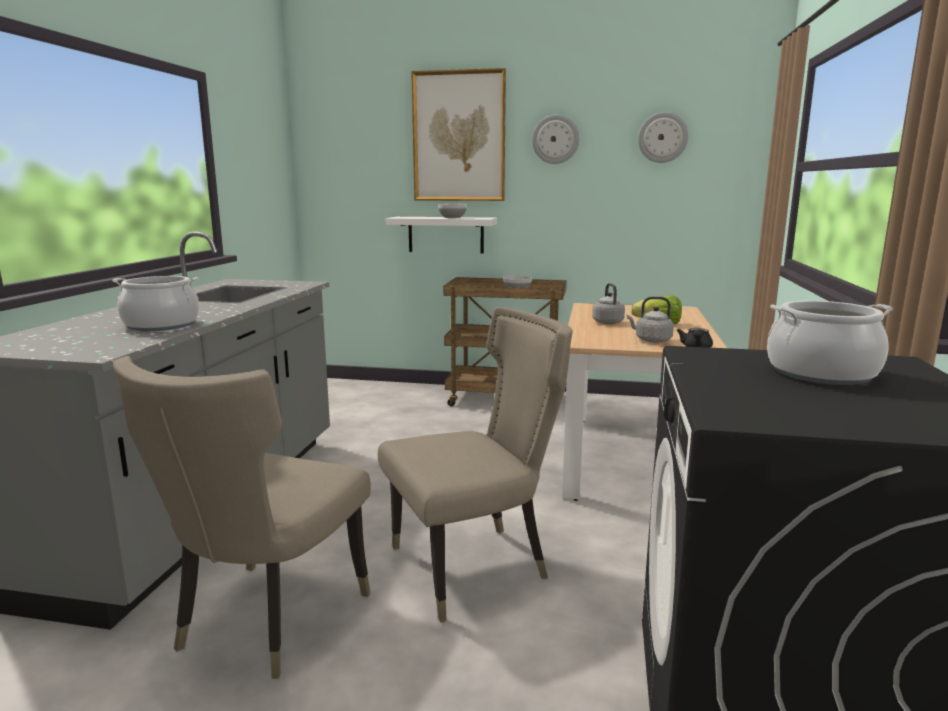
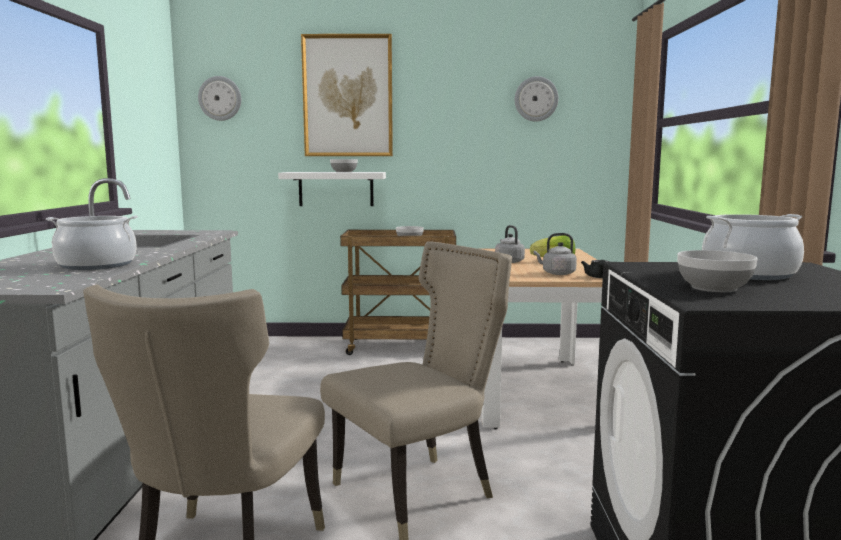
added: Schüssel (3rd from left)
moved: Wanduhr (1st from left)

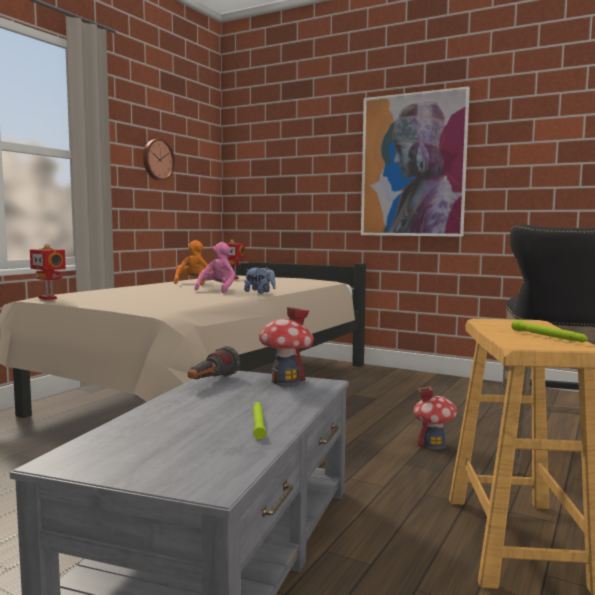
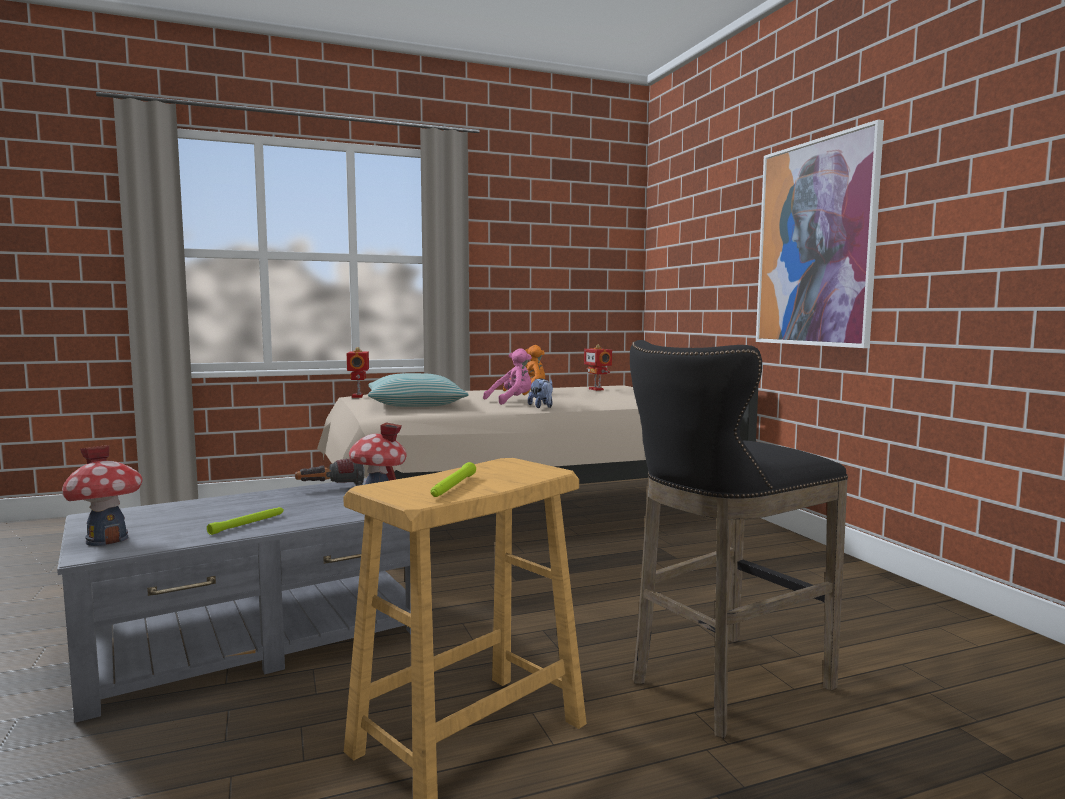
removed: Wanduhr
added: Kissen
moved: Spielzeughaus (2nd from left in the first image) to Spielzeughaus (1st from left)

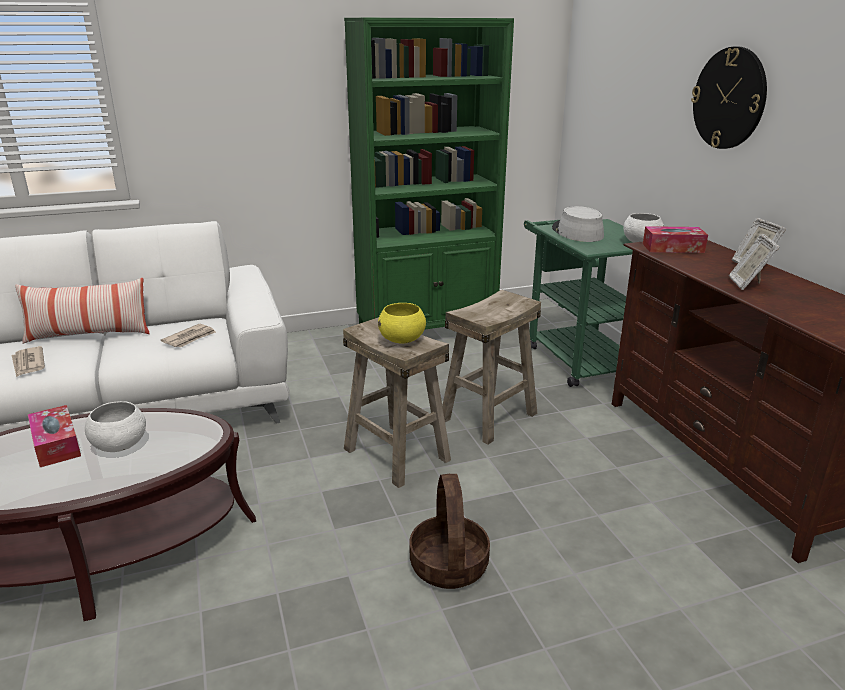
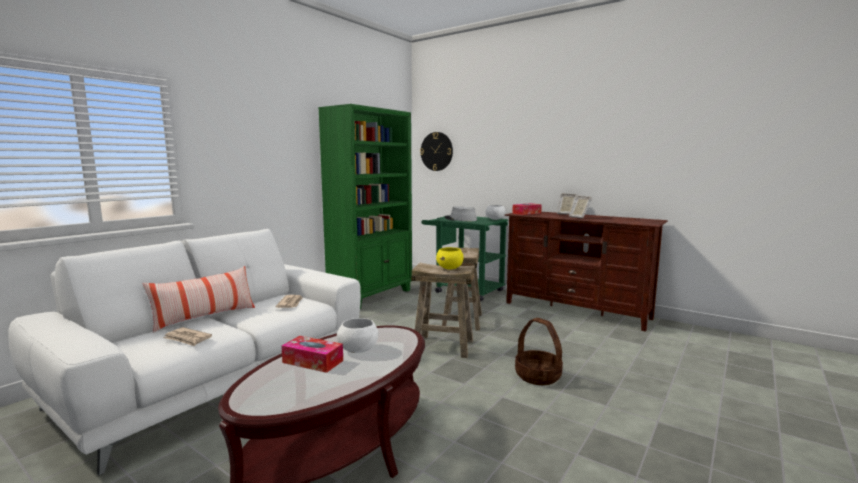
moved: Wanduhr

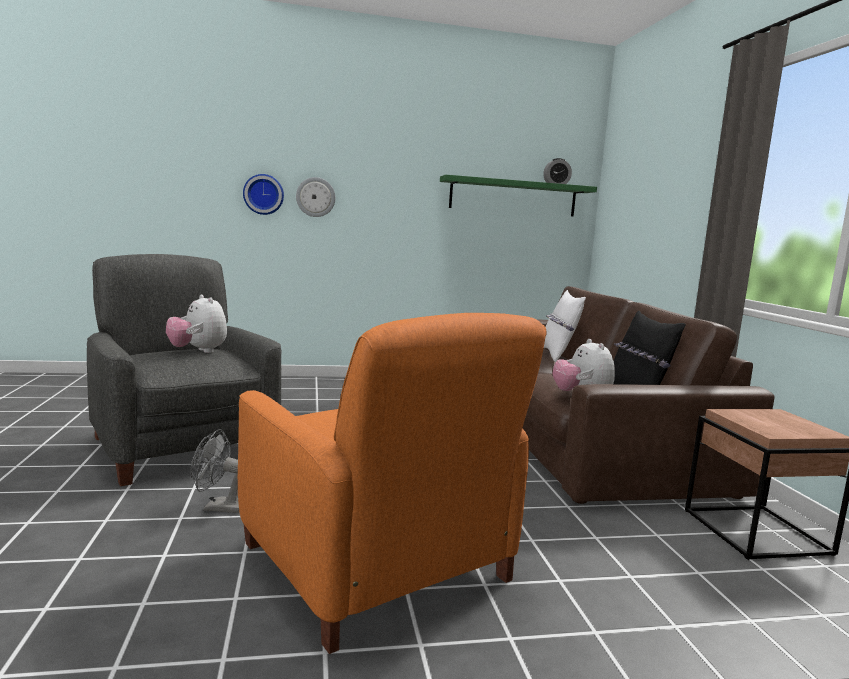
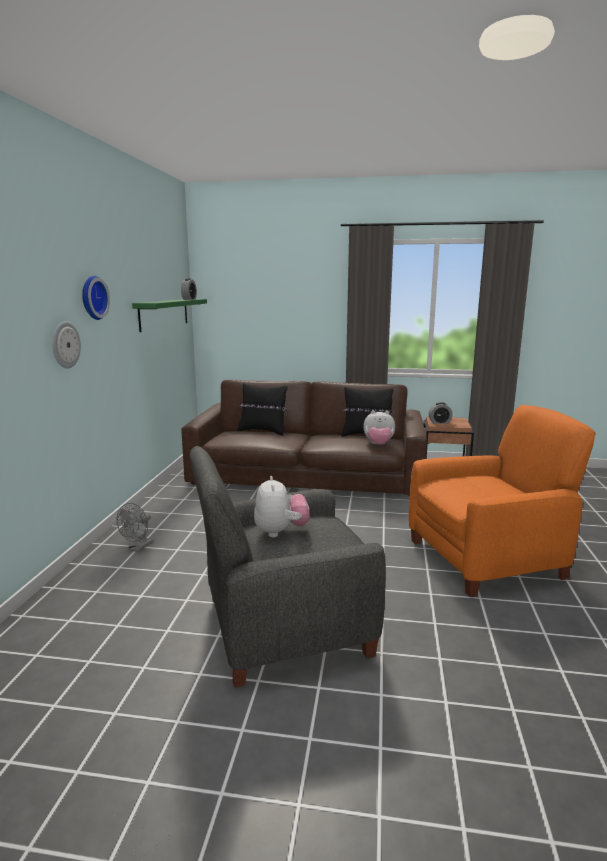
added: Wecker (2nd from left)
moved: Ventilator/grau; Wanduhr (1st from left in the first image) to Wanduhr (2nd from left)
recoloured: Kissen/weiß to Kissen/schwarz (1st from left)
turned: Plüschtier (1st from left) 75 degrees counterclockwise

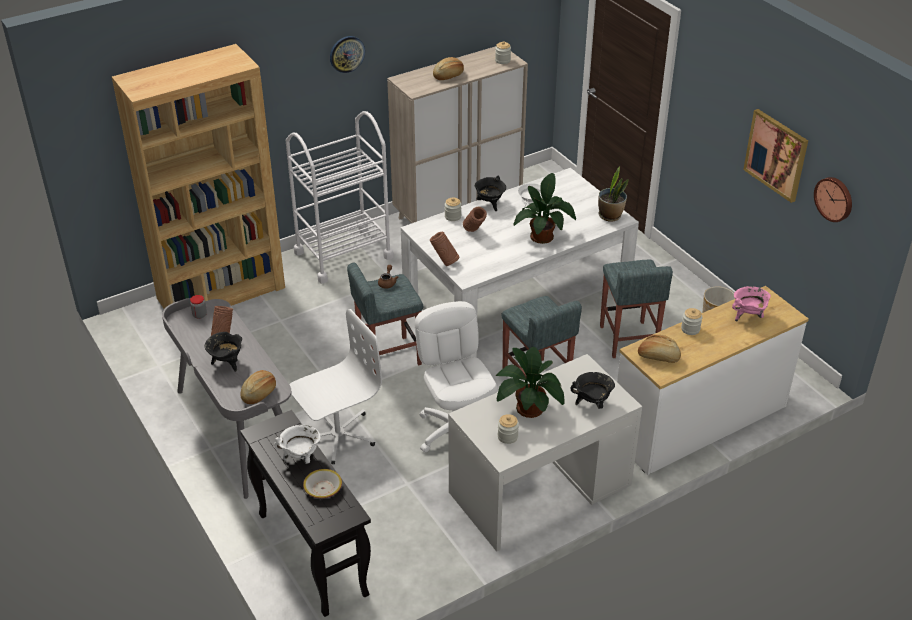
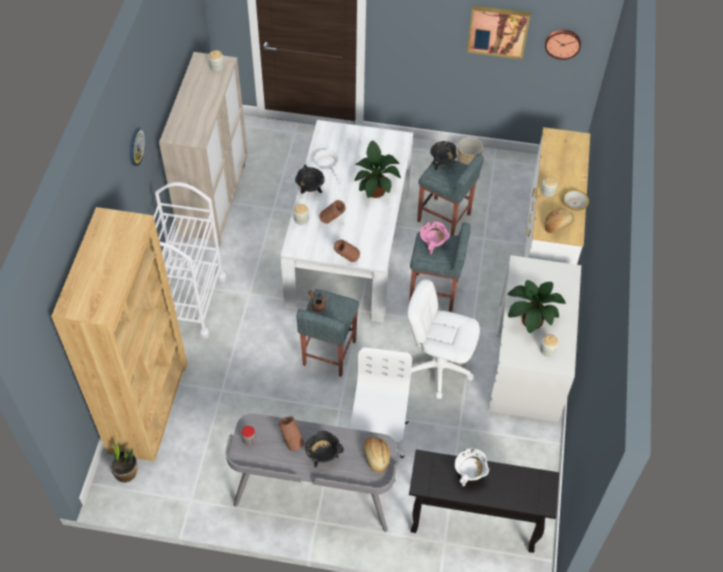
removed: Brot (2nd from left)
moved: Schüssel; Kochtopf/schwarz (3rd from left); Topfpflanze (3rd from left in the first image) to Topfpflanze (1st from left); Kochtopf/rosa

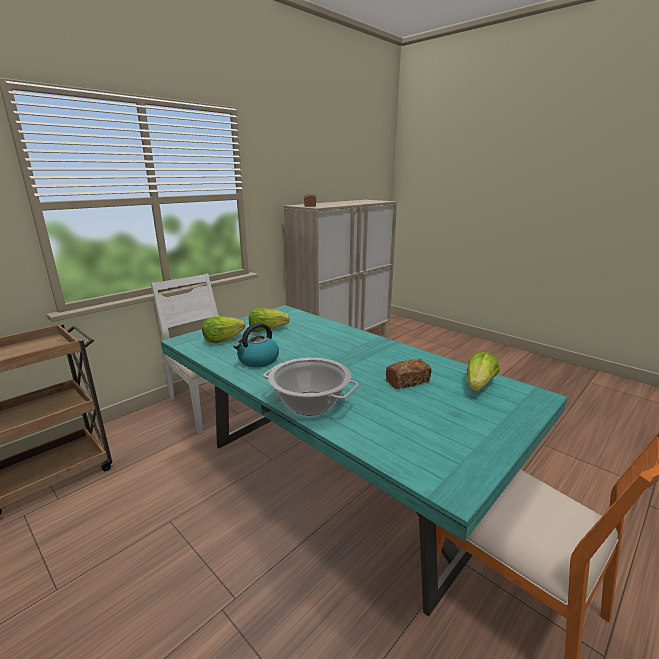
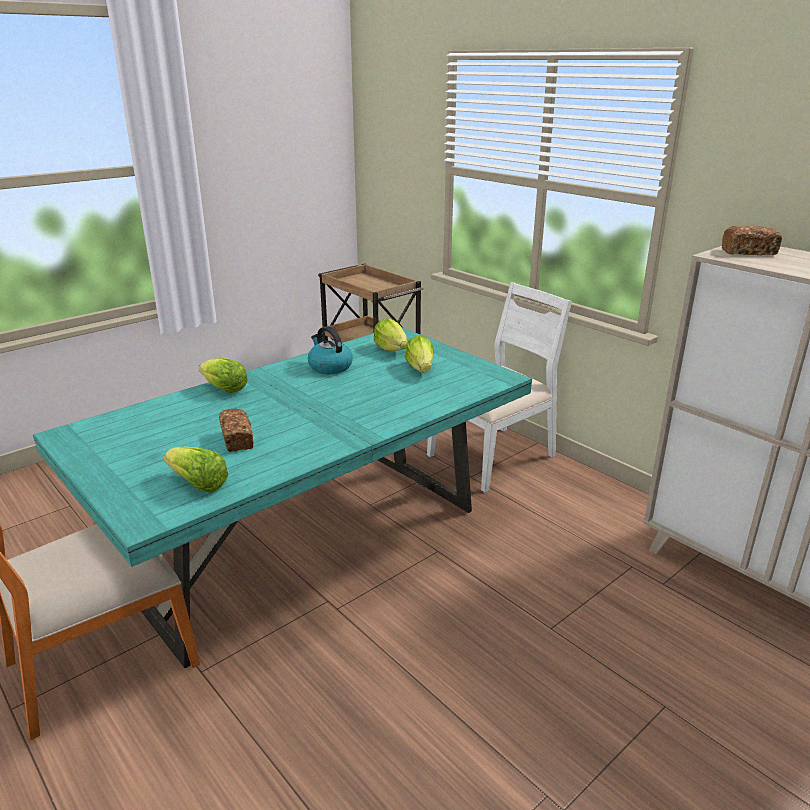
replaced: Kochtopf to Salatkopf (2nd from left)

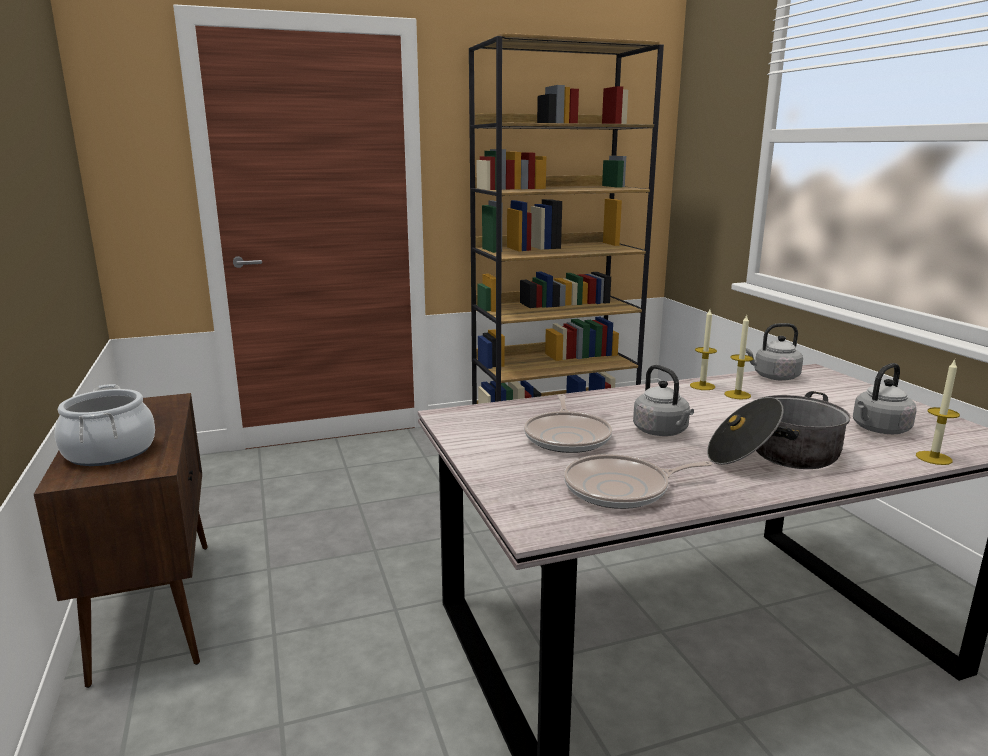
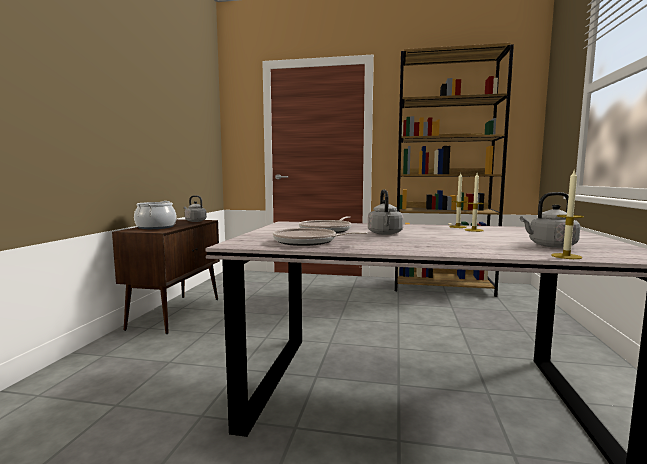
removed: Kochtopf (2nd from left)
moved: Wasserkessel/grau (2nd from left in the first image) to Wasserkessel/grau (1st from left)

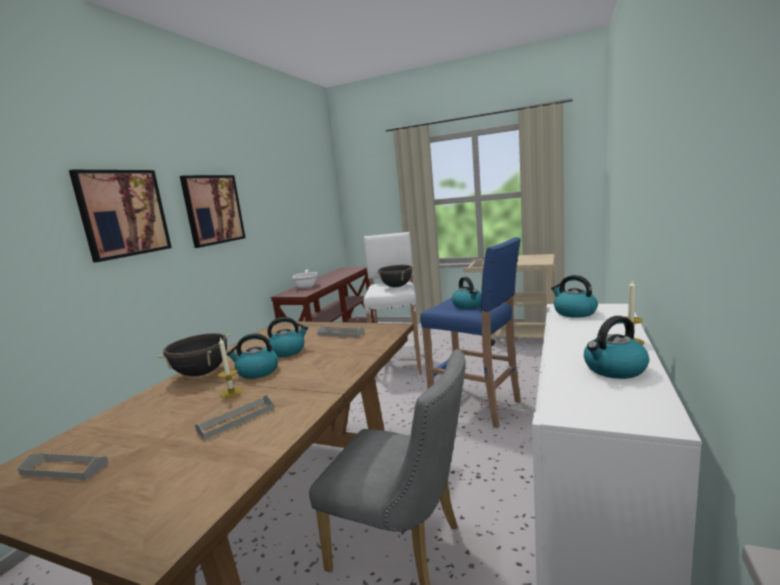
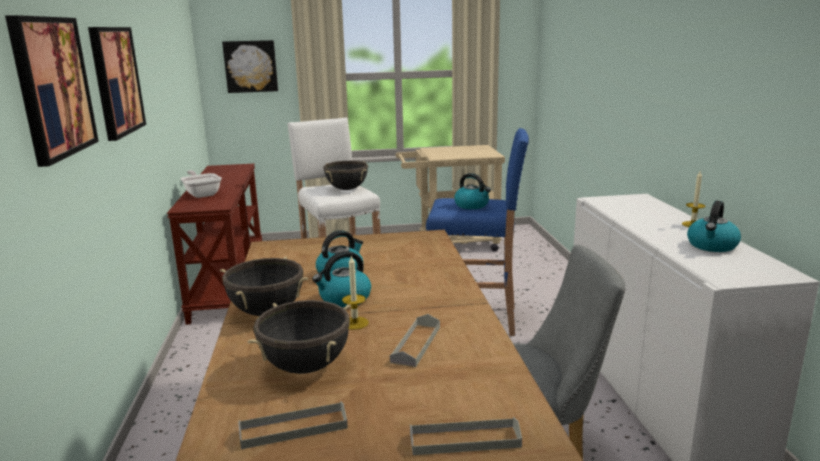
removed: Wasserkessel (4th from left)
added: Bild (3rd from left); Kochtopf/schwarz (2nd from left)
moved: Tablett/grau (3rd from left)

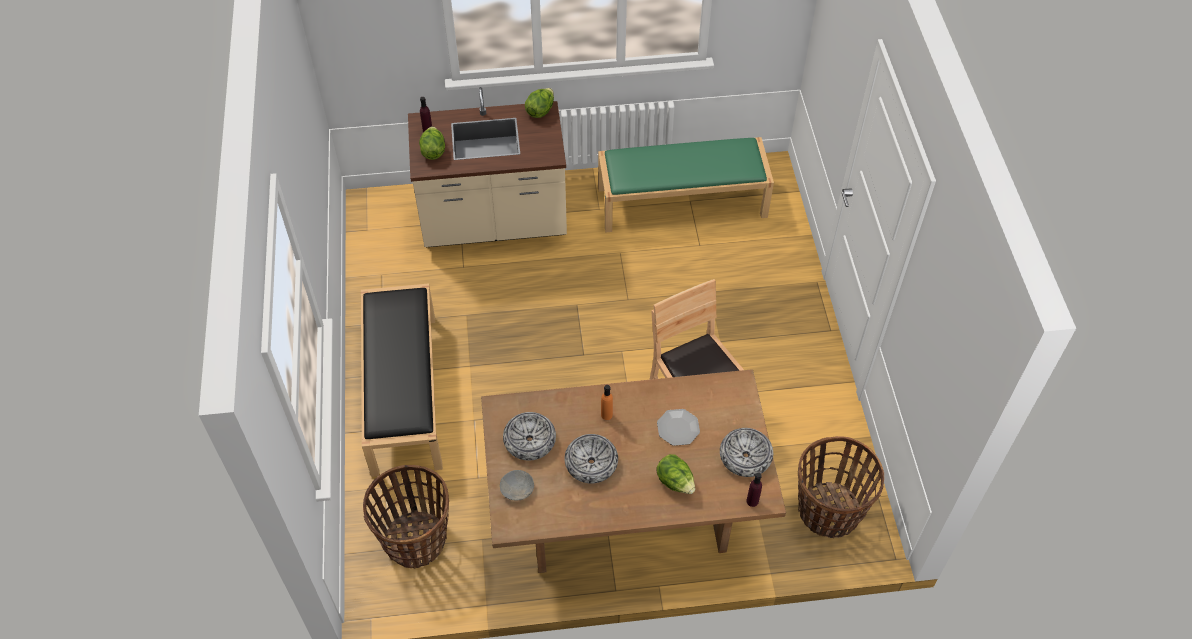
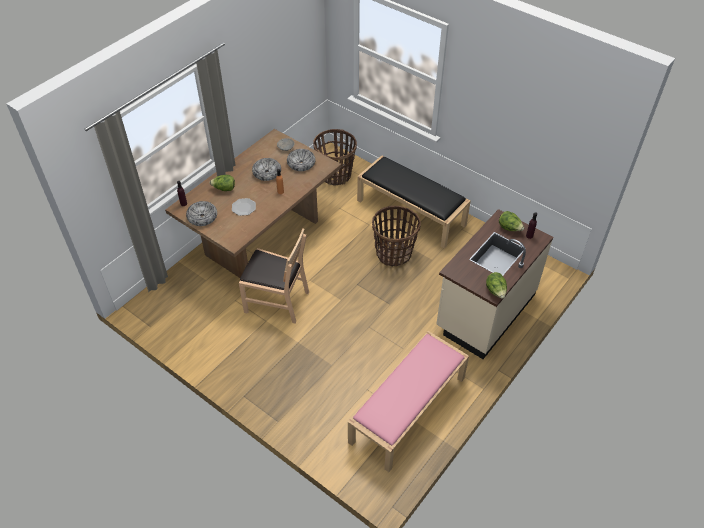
moved: Korb (2nd from left)
recoloured: Bank/grün to Bank/rosa

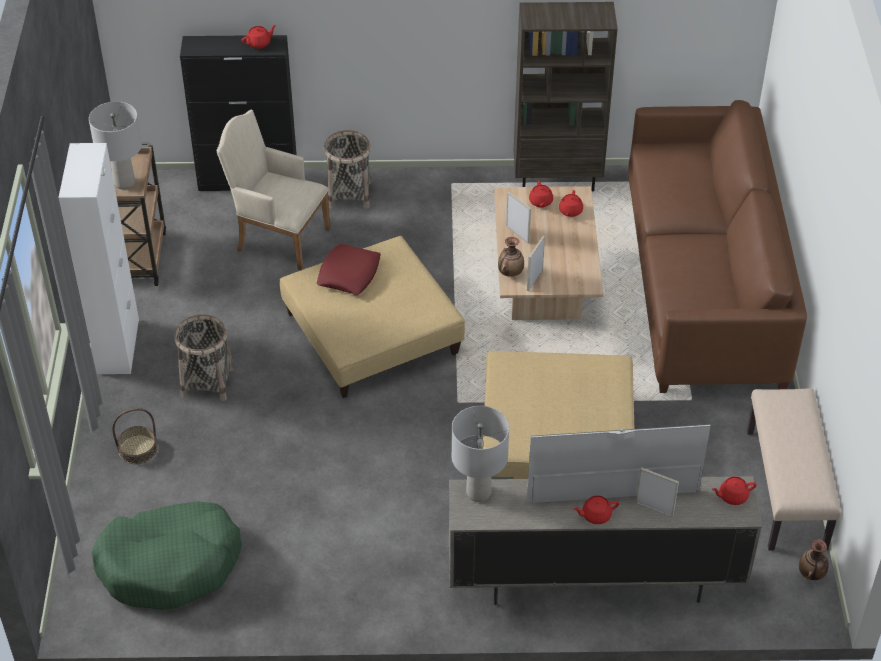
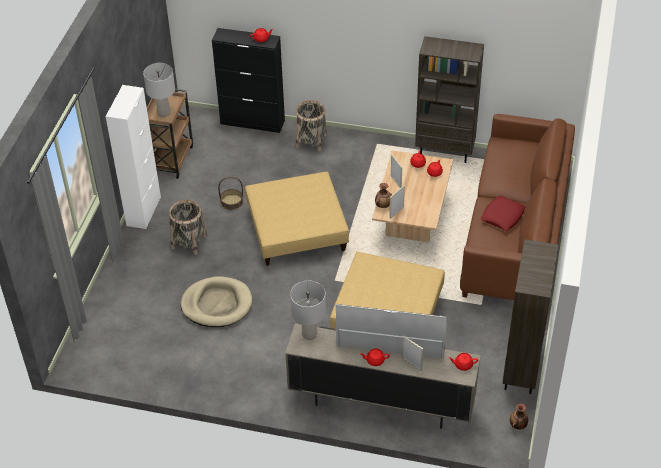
removed: Hundebett/grün; Sessel/beige
added: Hundebett/beige
moved: Korb (1st from left in the first image) to Korb (2nd from left); Kissen/rot
replaced: Bank/beige to Bücherregal/braun (2nd from left)

